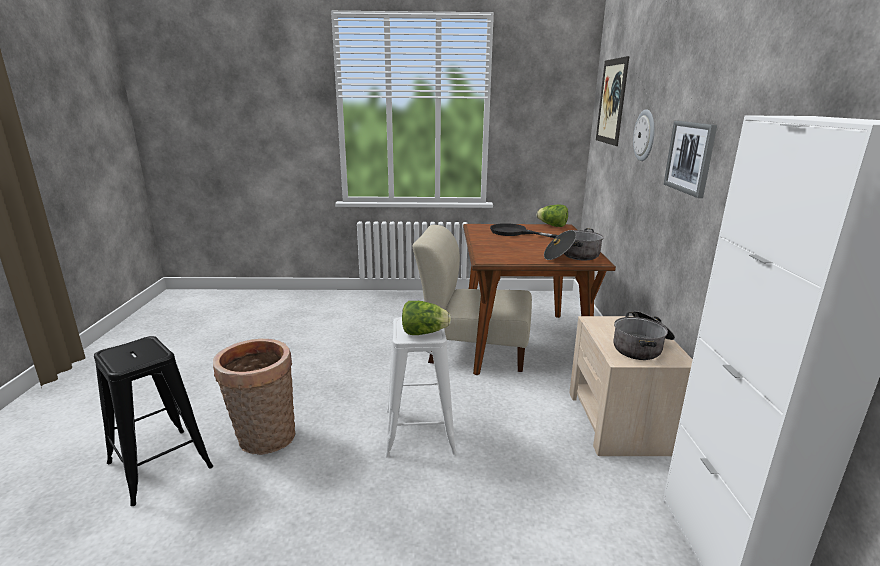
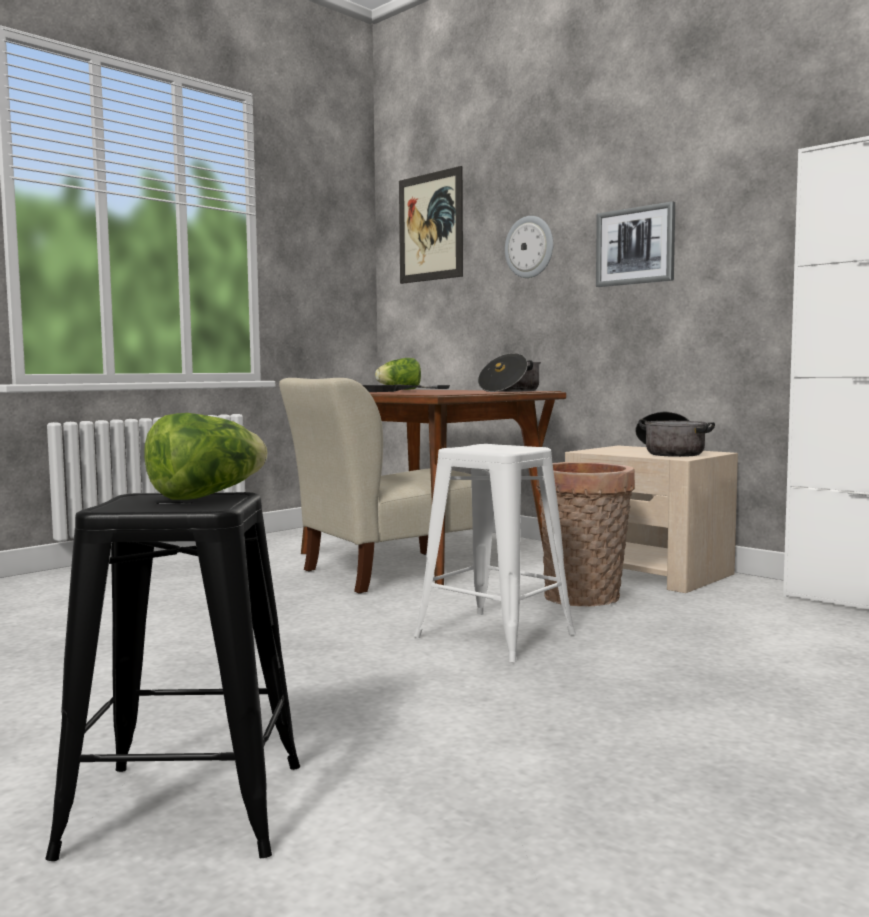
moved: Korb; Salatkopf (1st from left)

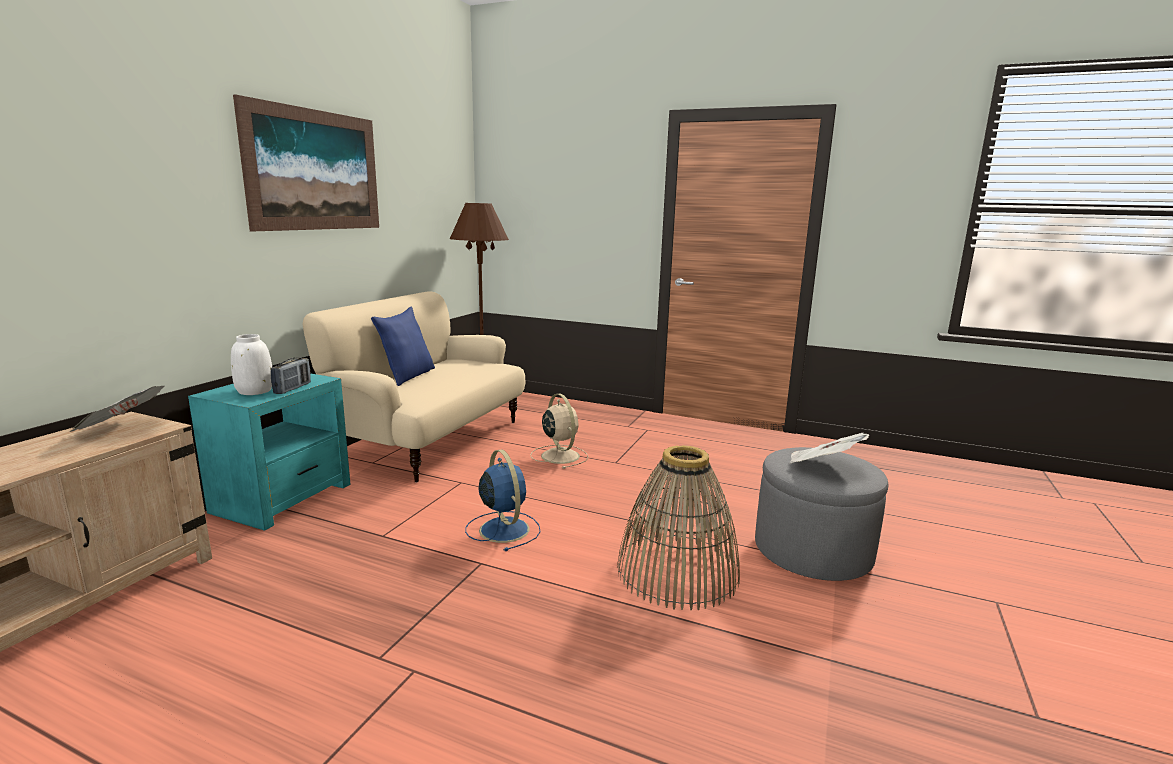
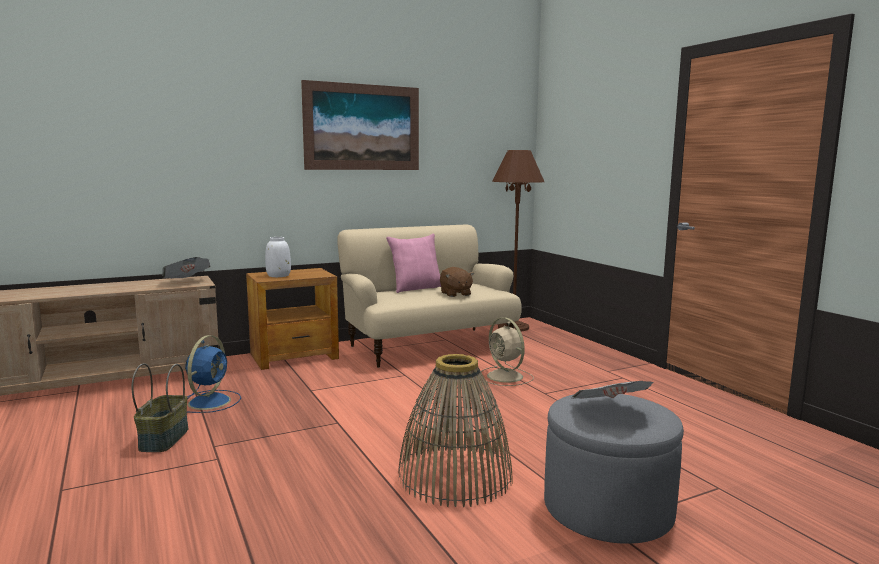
removed: Radio
added: Korb (1st from left); Plüschtier/braun
moved: Ventilator/blau
recoloured: Beistelltisch/türkis to Beistelltisch/braun; Kissen/blau to Kissen/rosa
turned: Ventilator/beige 135 degrees clockwise

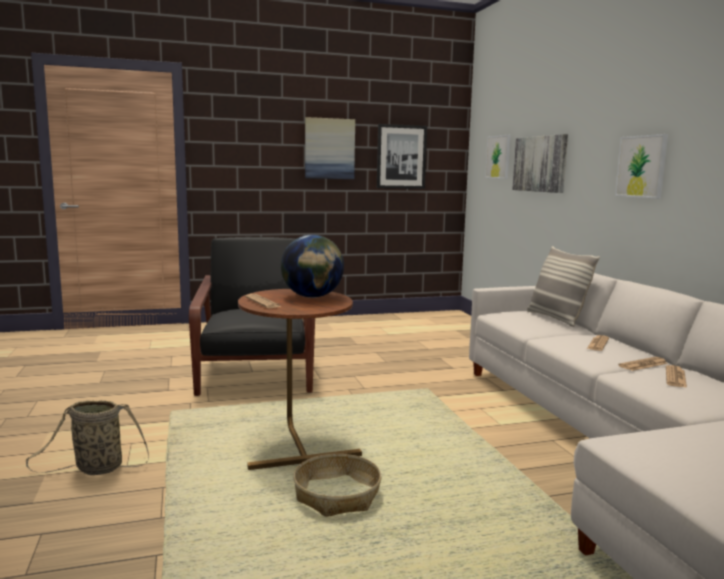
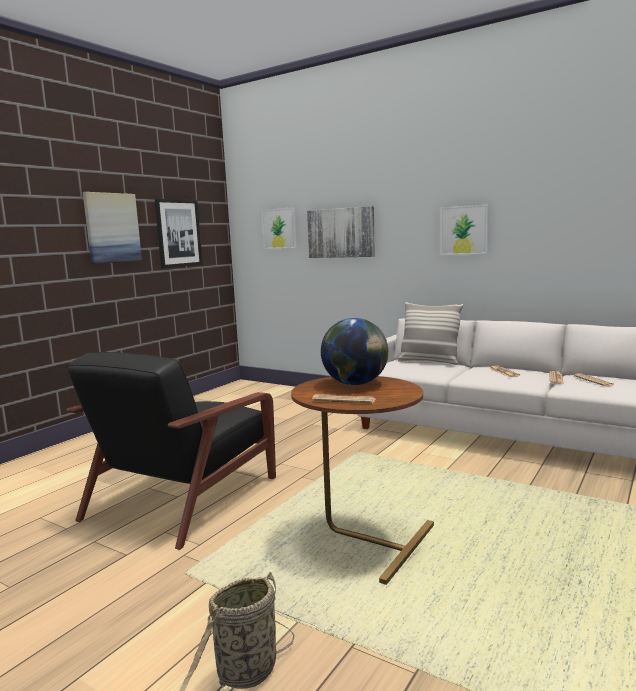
removed: Korb (2nd from left)
turned: Sessel/schwarz 105 degrees counterclockwise

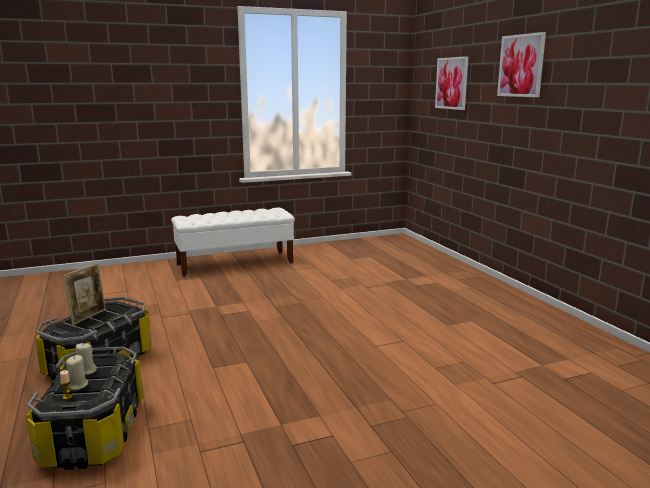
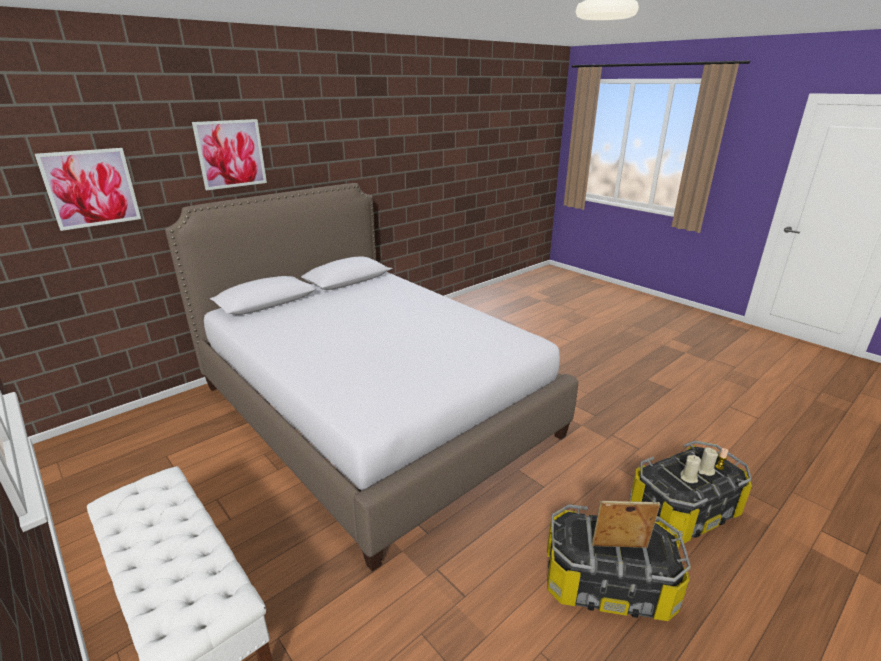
added: Bett

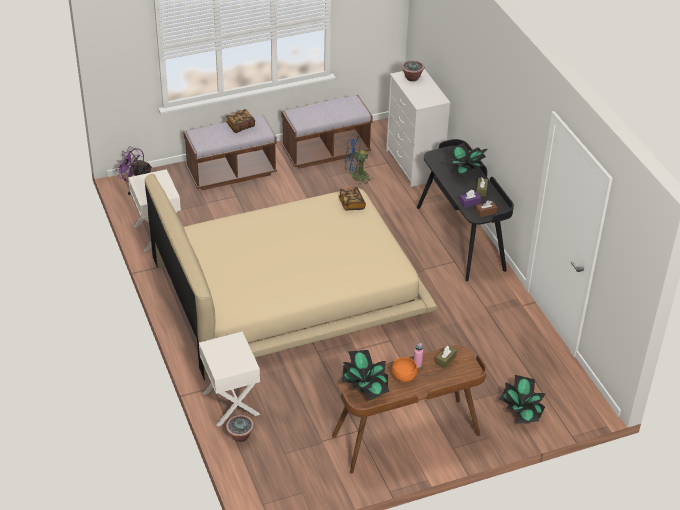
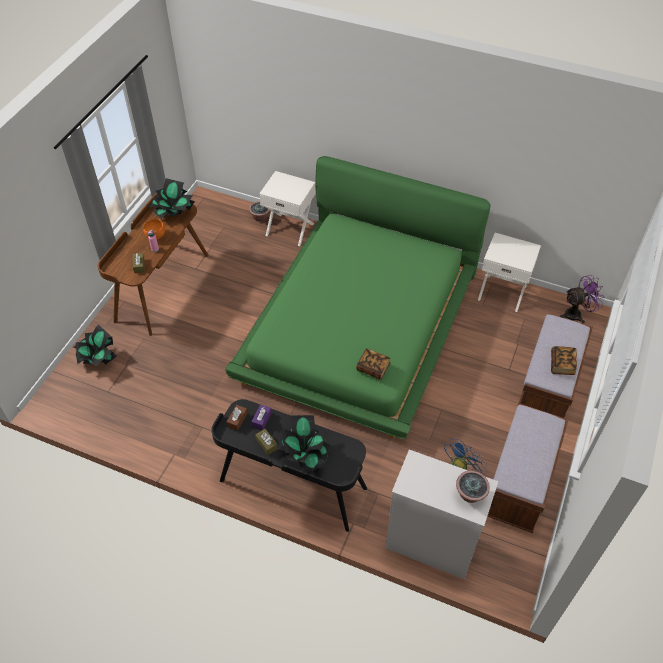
recoloured: Bett/beige to Bett/grün

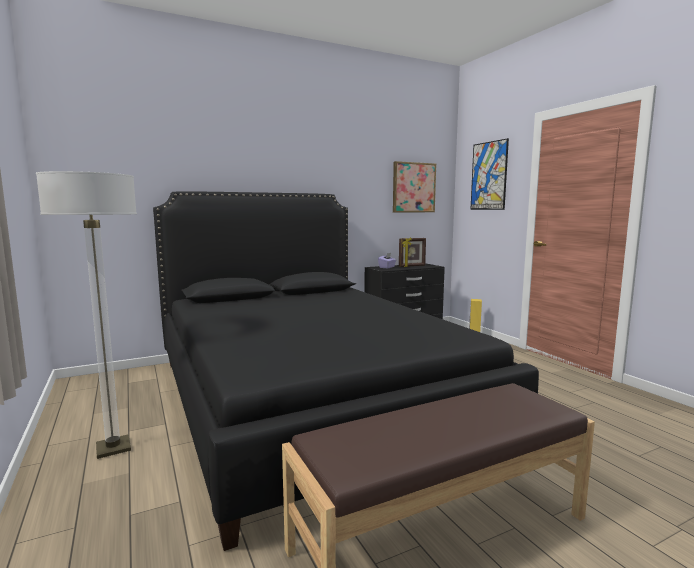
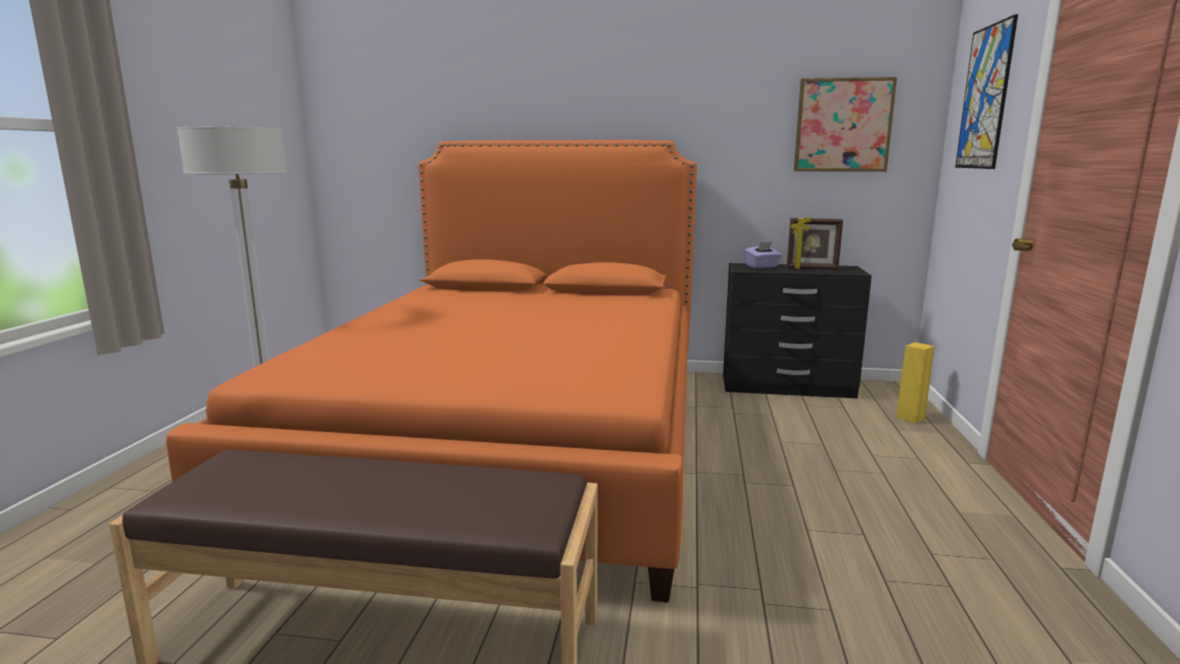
recoloured: Bett/schwarz to Bett/orange

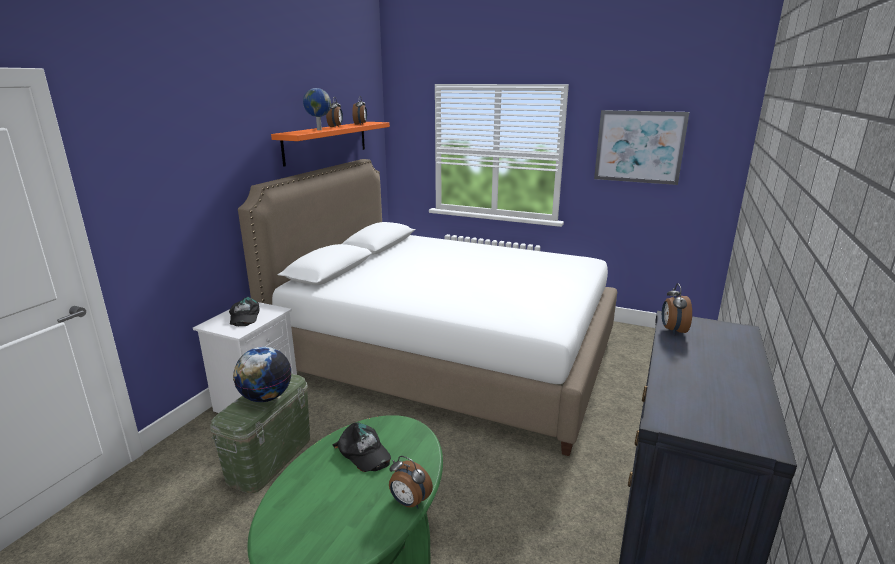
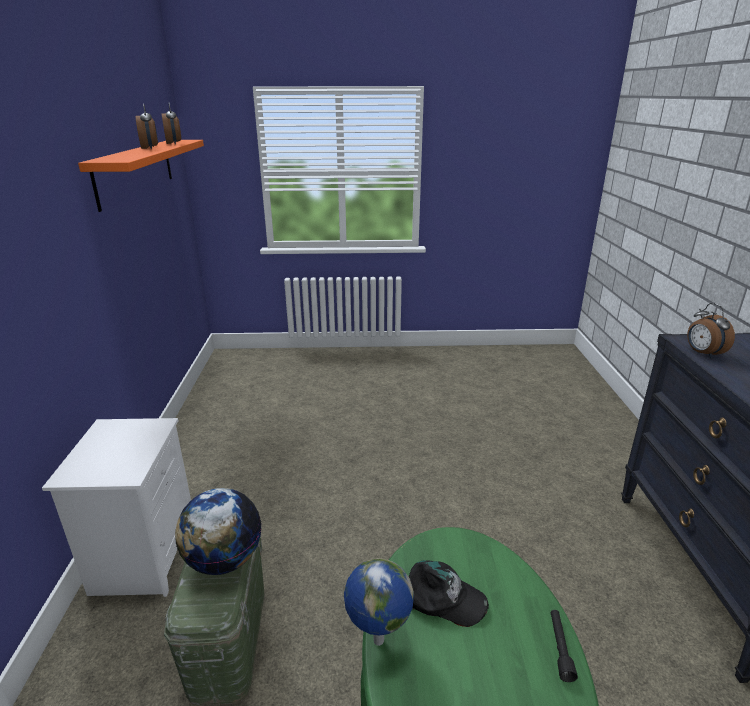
removed: Kappe/schwarz (1st from left); Bett/weiß; Bild
moved: Globus (2nd from left)
replaced: Wecker (3rd from left) to Taschenlampe/schwarz

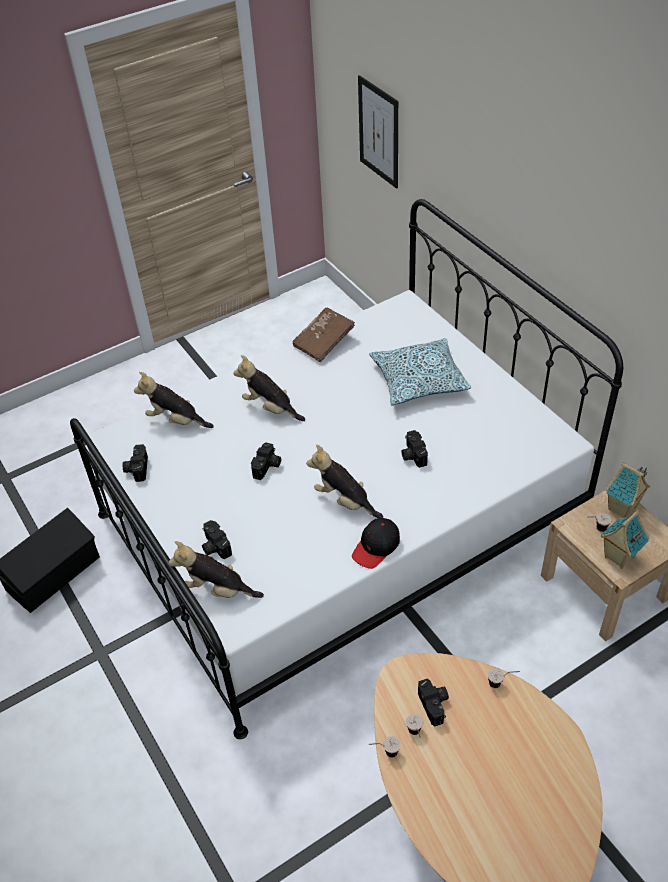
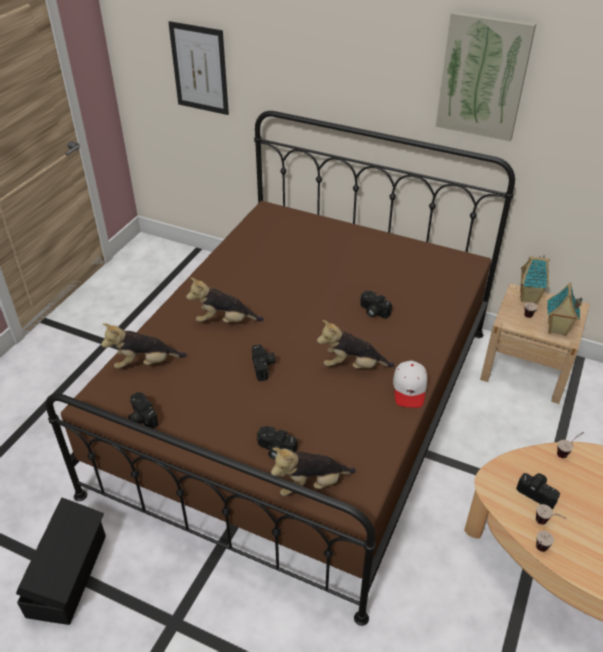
removed: Buch/braun; Kissen
added: Bild (2nd from left)
recoloured: Bett/weiß to Bett/braun; Kappe/schwarz to Kappe/weiß

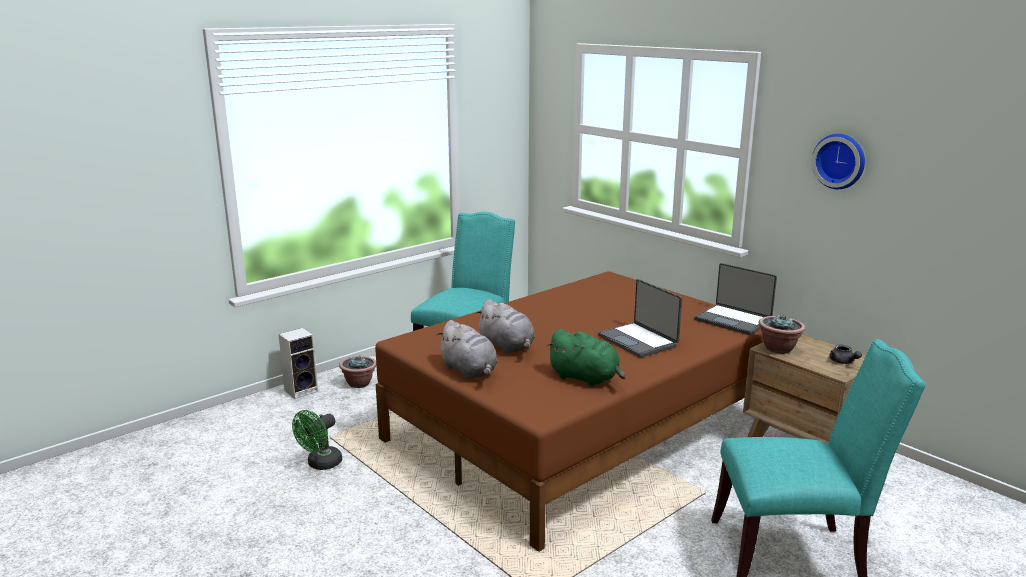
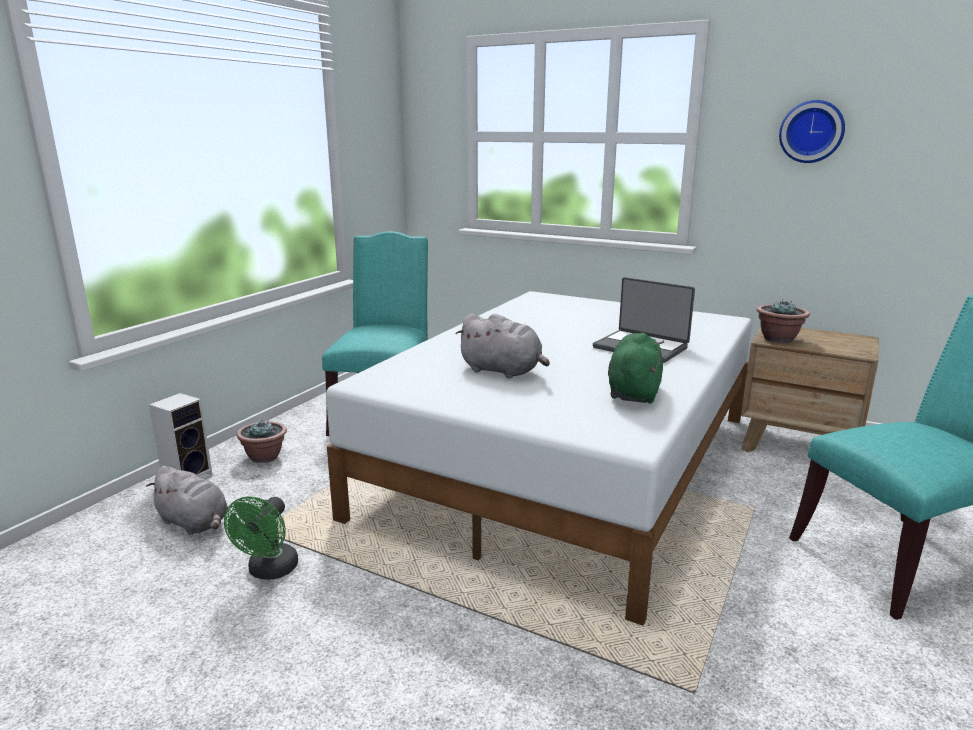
removed: Laptop (2nd from left); Teekanne/grau
moved: Plüschtier/grau (1st from left)
recoloured: Bett/braun to Bett/weiß
turned: Plüschtier/grün 90 degrees counterclockwise

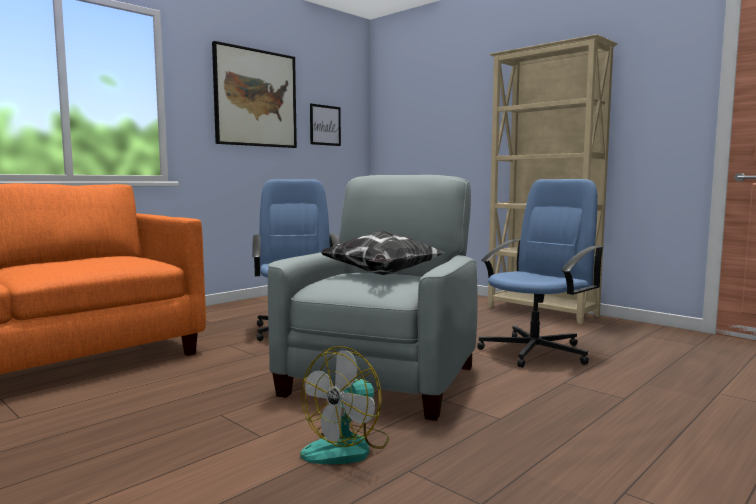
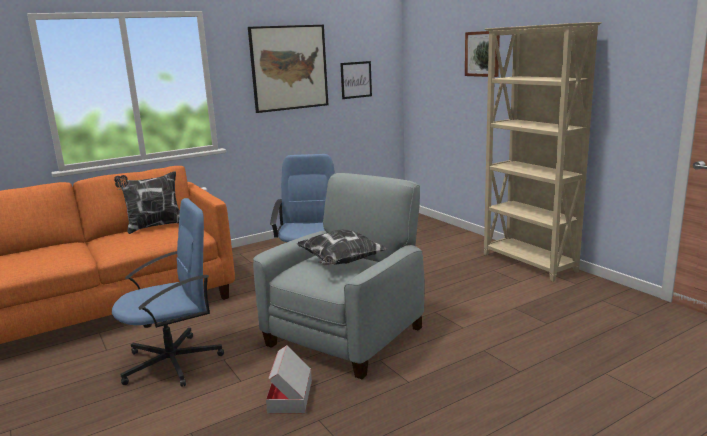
added: Kissen (1st from left); Bild (3rd from left)
moved: Bürostuhl/blau (2nd from left in the first image) to Bürostuhl/blau (1st from left)
replaced: Ventilator to Karton

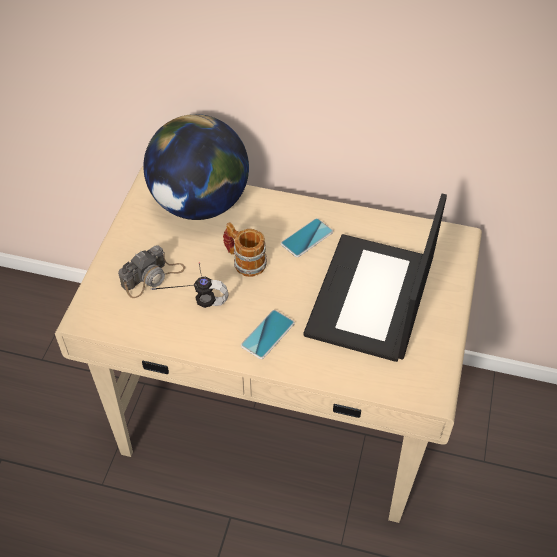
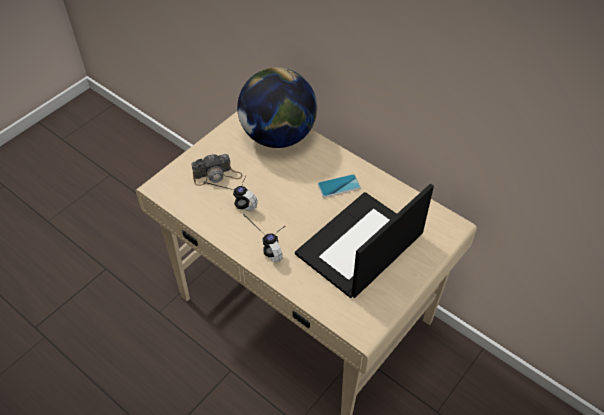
removed: Henkelbecher
replaced: Handy (1st from left) to Kopfhörer (2nd from left)

